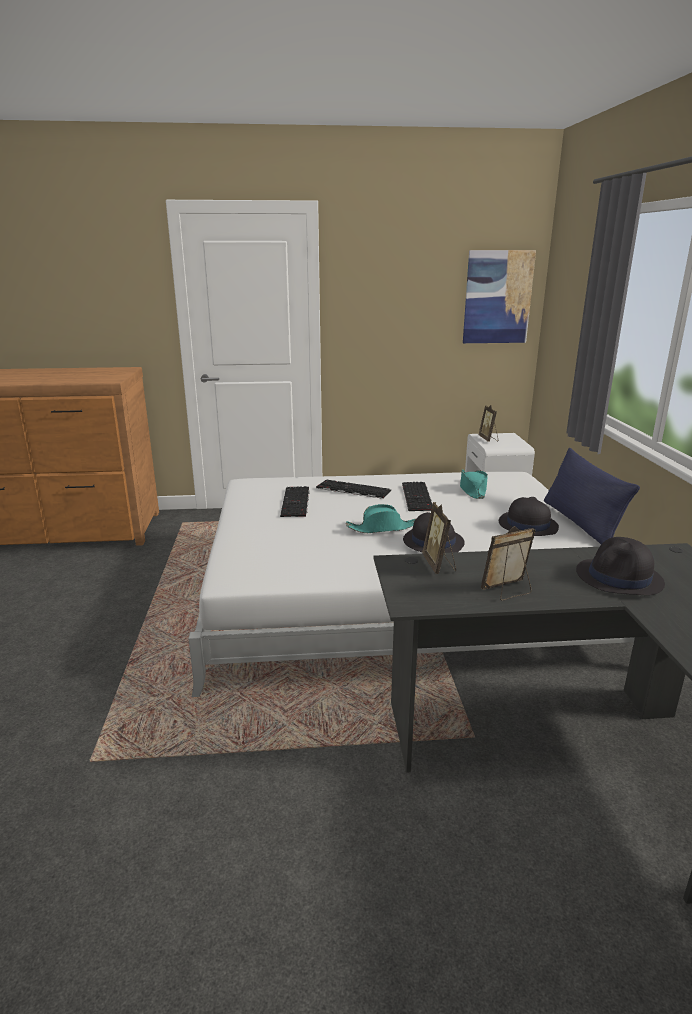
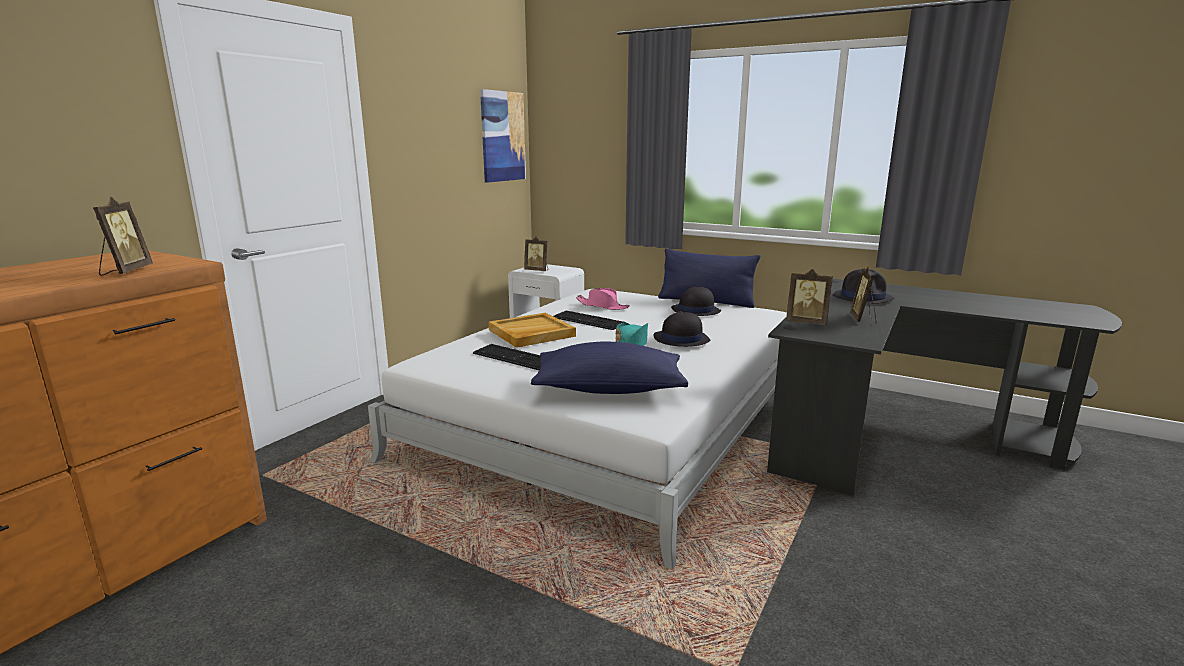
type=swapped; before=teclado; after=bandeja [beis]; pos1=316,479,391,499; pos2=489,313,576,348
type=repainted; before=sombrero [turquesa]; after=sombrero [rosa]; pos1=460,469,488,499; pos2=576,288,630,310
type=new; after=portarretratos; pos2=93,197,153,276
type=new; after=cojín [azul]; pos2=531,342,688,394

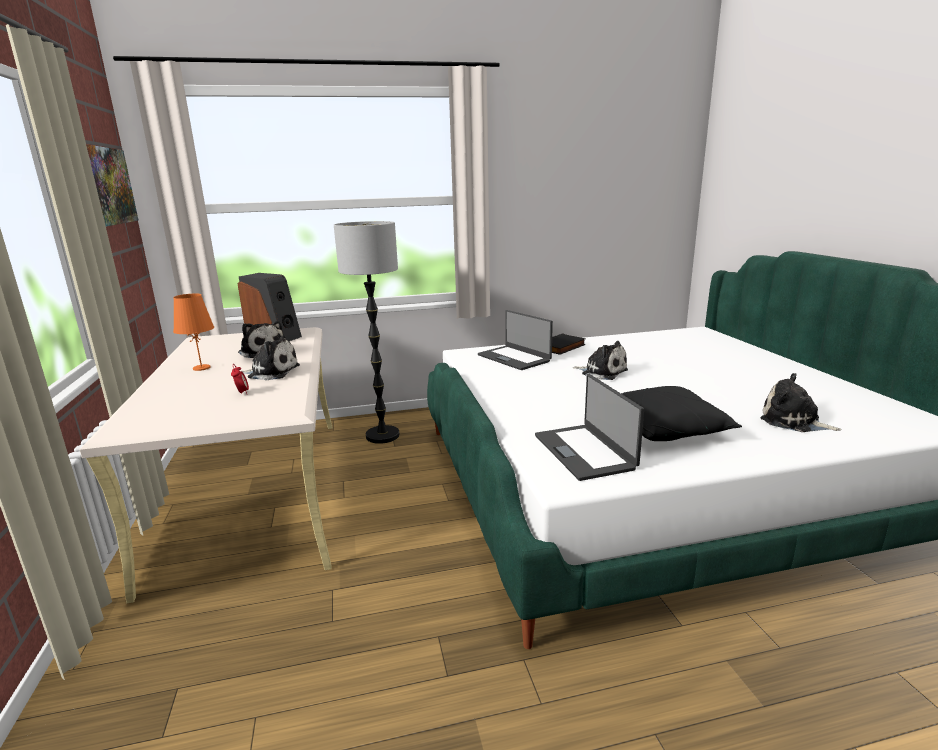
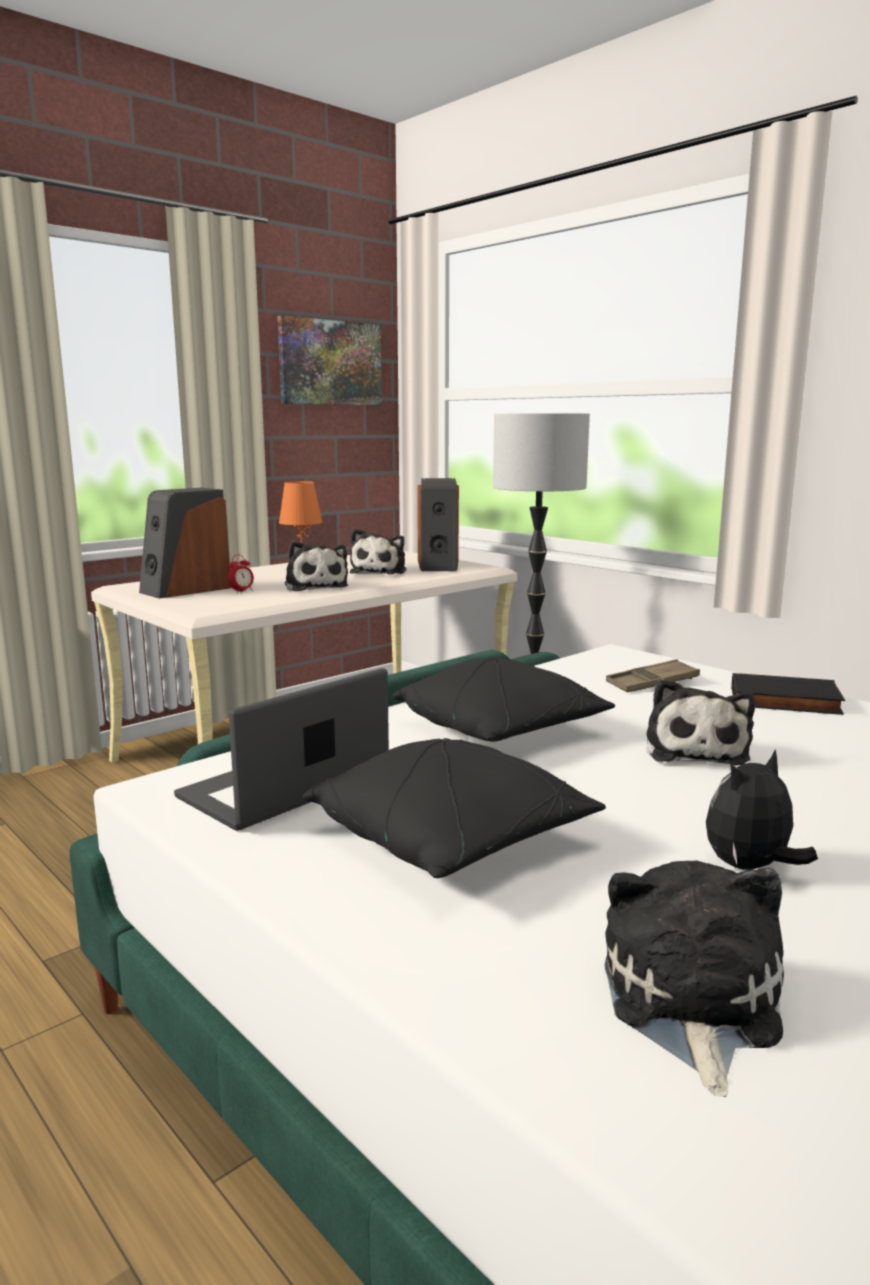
type=swapped; before=portátil; after=bandeja [marrón]; pos1=478,310,553,370; pos2=606,659,700,692
type=new; after=altavoz; pos2=139,488,231,598
type=new; after=cojín [negro]; pos2=392,658,615,741
type=new; after=peluche; pos2=706,749,818,870

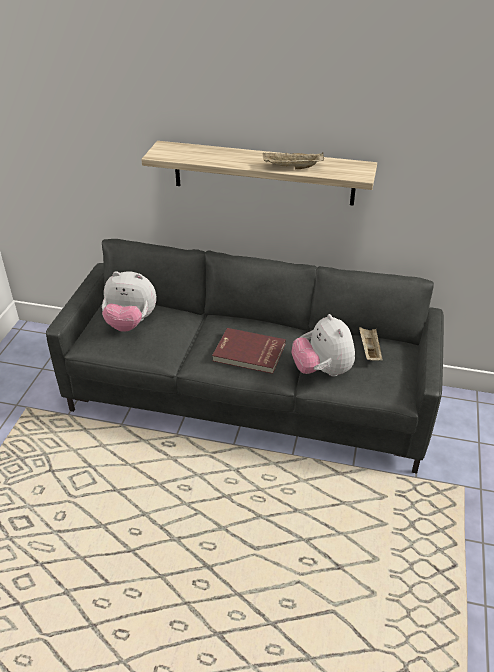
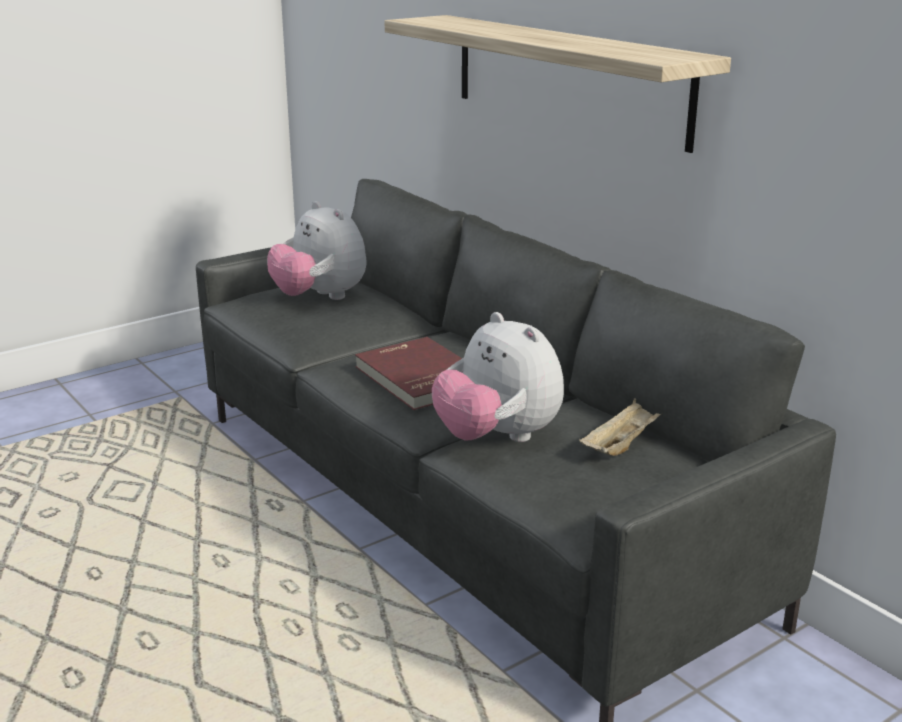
type=gone; before=bandeja [beis]; pos1=263,152,324,169
type=rotated; before=peluche; pos1=292,314,355,377; pos2=432,312,564,442; turn=-60

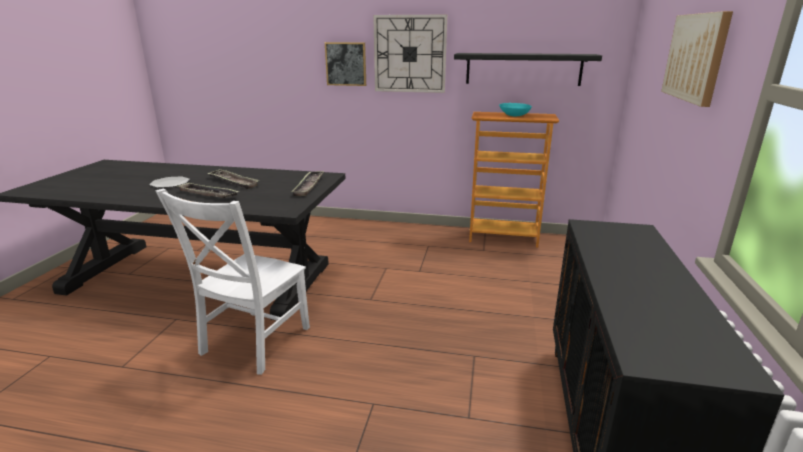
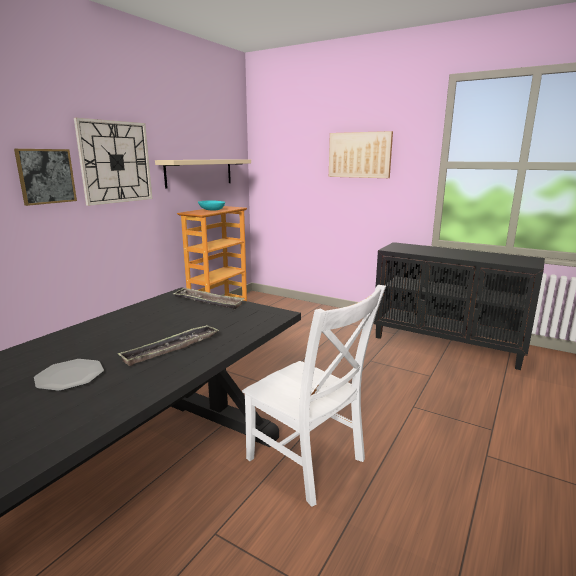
type=gone; before=bandeja; pos1=207,169,260,189
type=repainted; before=estante [negro]; after=estante [beis]; pos1=454,53,602,86; pos2=155,159,251,189

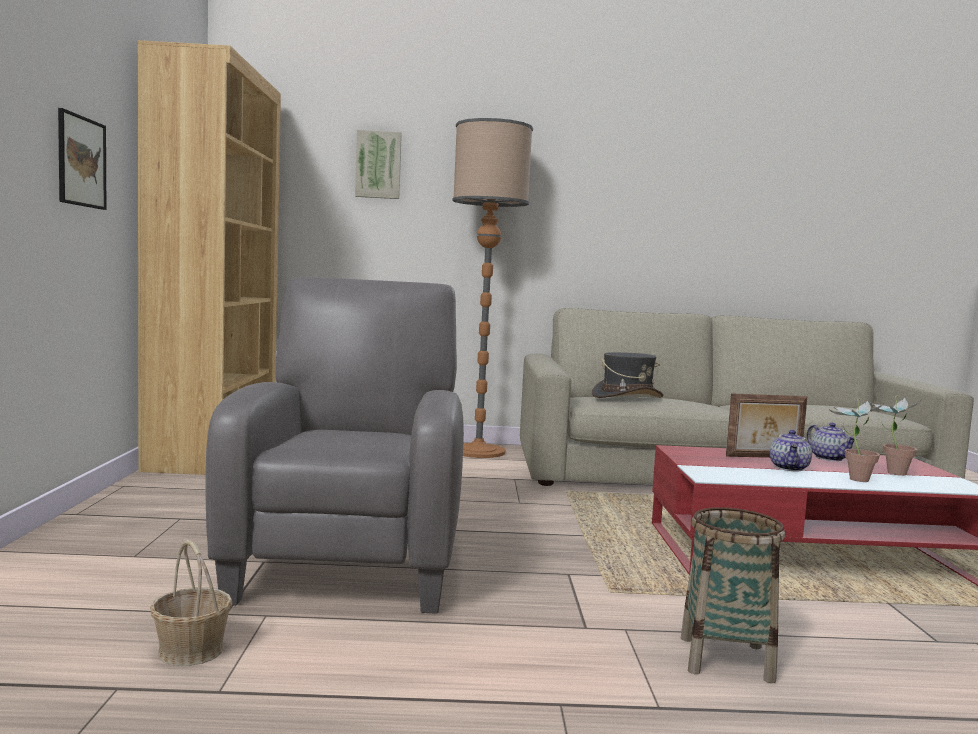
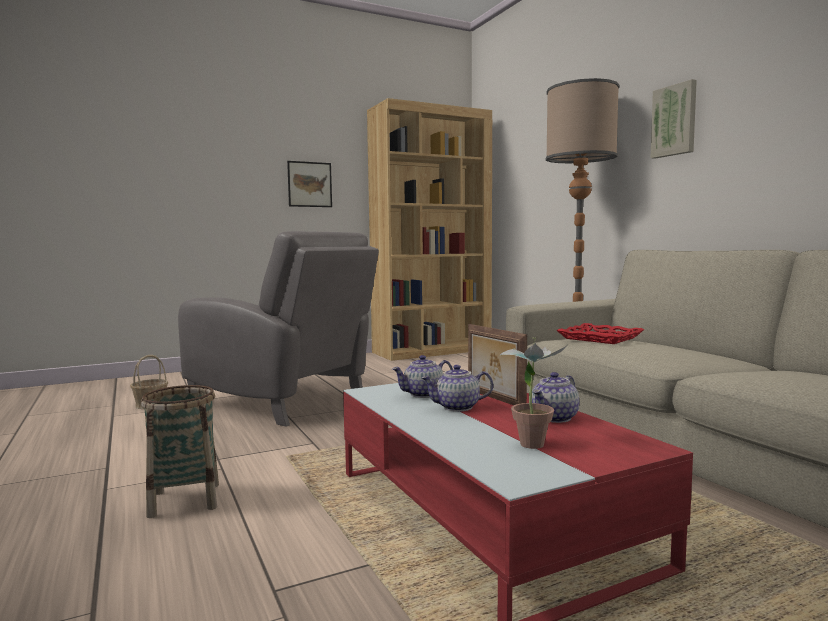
type=rotated; before=sillón [gris]; pos1=205,277,464,614; pos2=178,231,379,427; turn=60
type=shifted; before=cuadro; pos1=355,130,402,199; pos2=651,79,697,159
type=swapped; before=sombrero [gris]; after=bandeja [rojo]; pos1=592,352,663,398; pos2=556,323,644,344
type=gone; before=planta en maceta; pos1=830,398,885,482
type=new; after=tetera; pos2=392,355,453,398

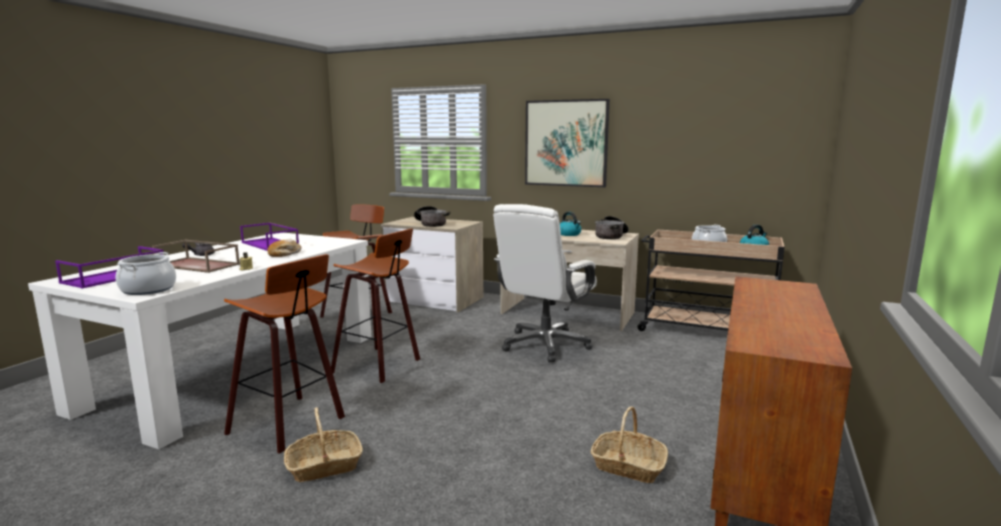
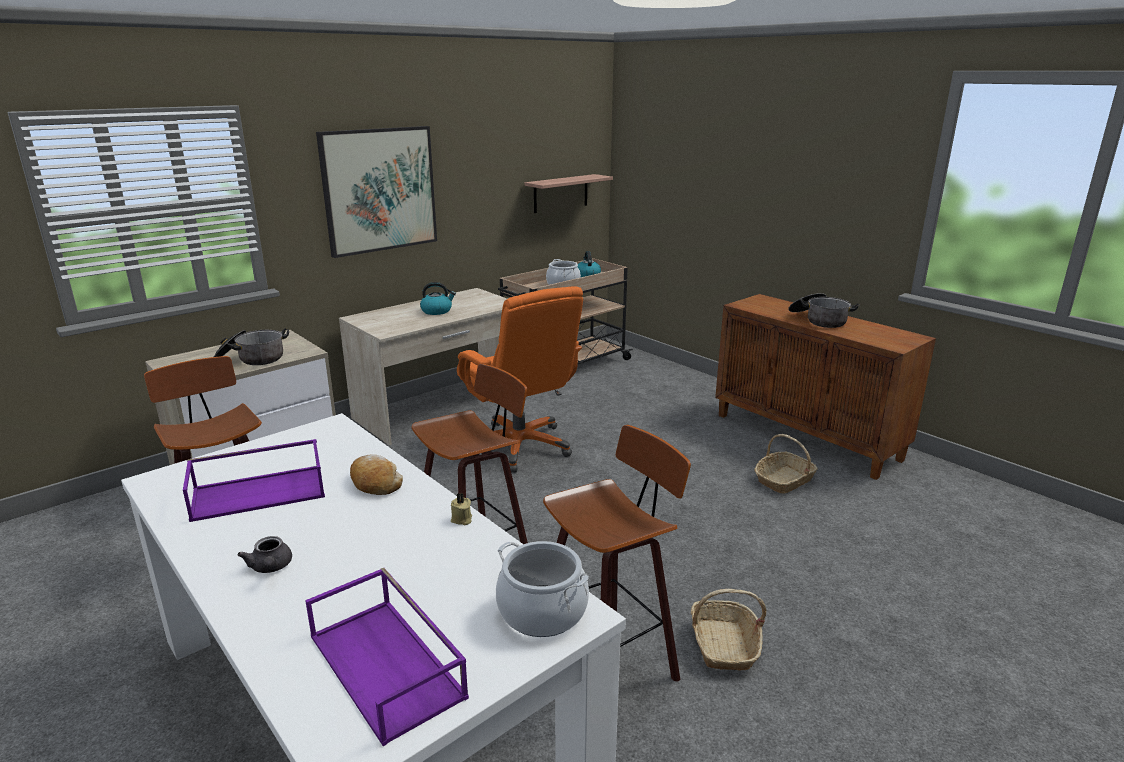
type=gone; before=bandeja [marrón]; pos1=152,240,240,273
type=repainted; before=silla de oficina [blanco]; after=silla de oficina [naranja]; pos1=493,204,597,362; pos2=457,286,583,473
type=shifted; before=olla; pos1=595,216,629,239; pos2=788,293,859,328
type=new; after=estante; pos2=524,174,613,213

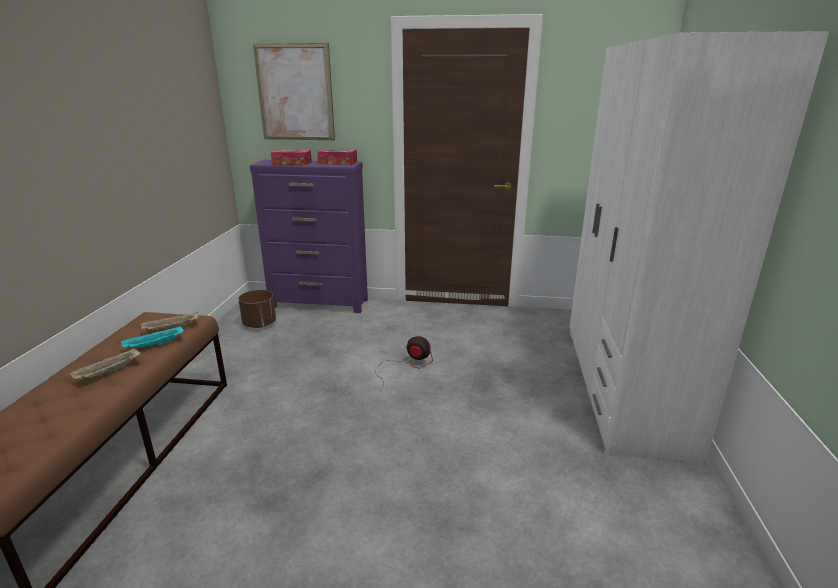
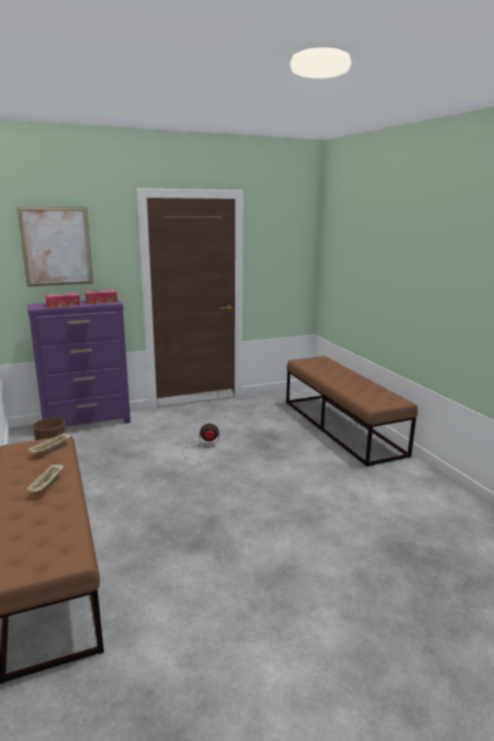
type=gone; before=bandeja [turquesa]; pos1=120,325,184,349
type=swapped; before=armario ropero [blanco]; after=banco [marrón]; pos1=570,31,829,463; pos2=286,356,418,467

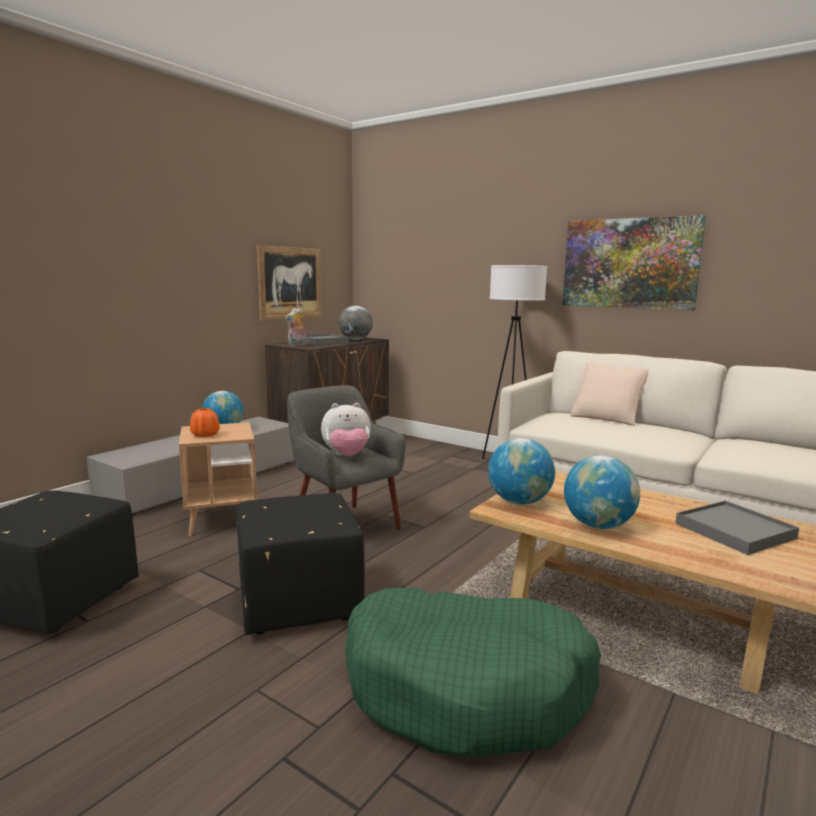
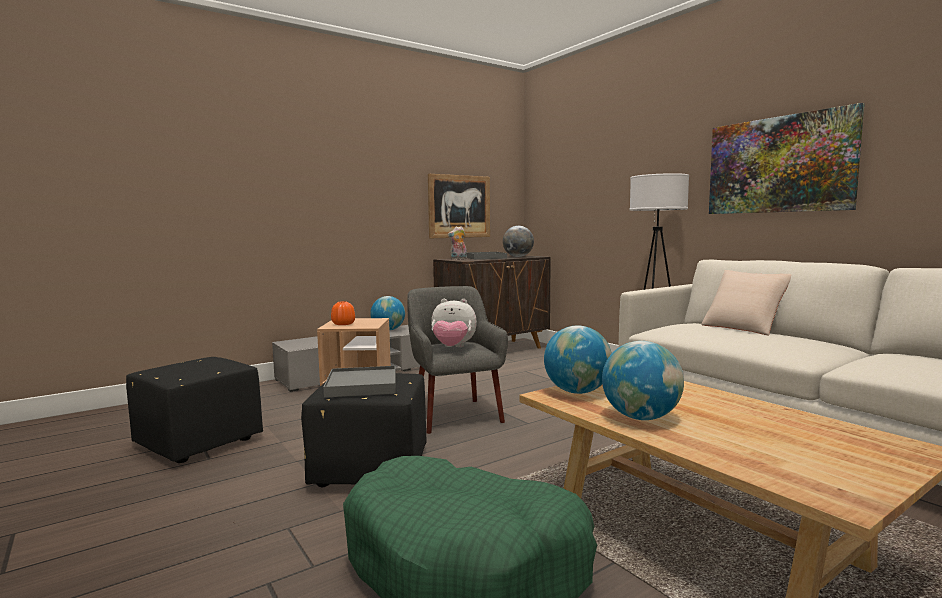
type=shifted; before=bandeja [gris]; pos1=675,501,799,555; pos2=324,366,396,398

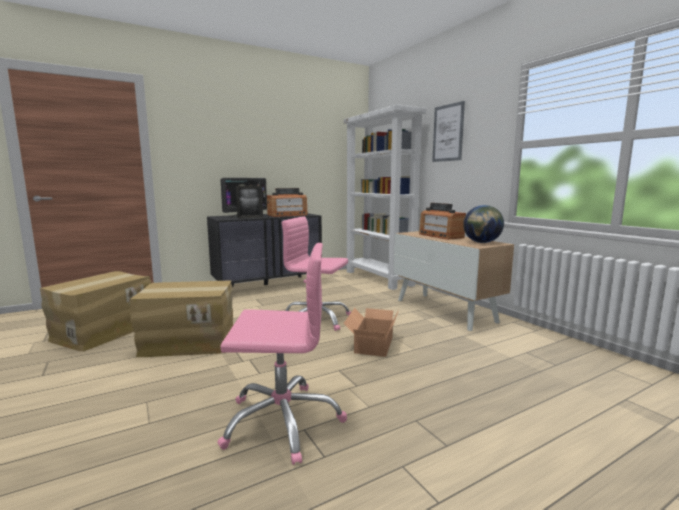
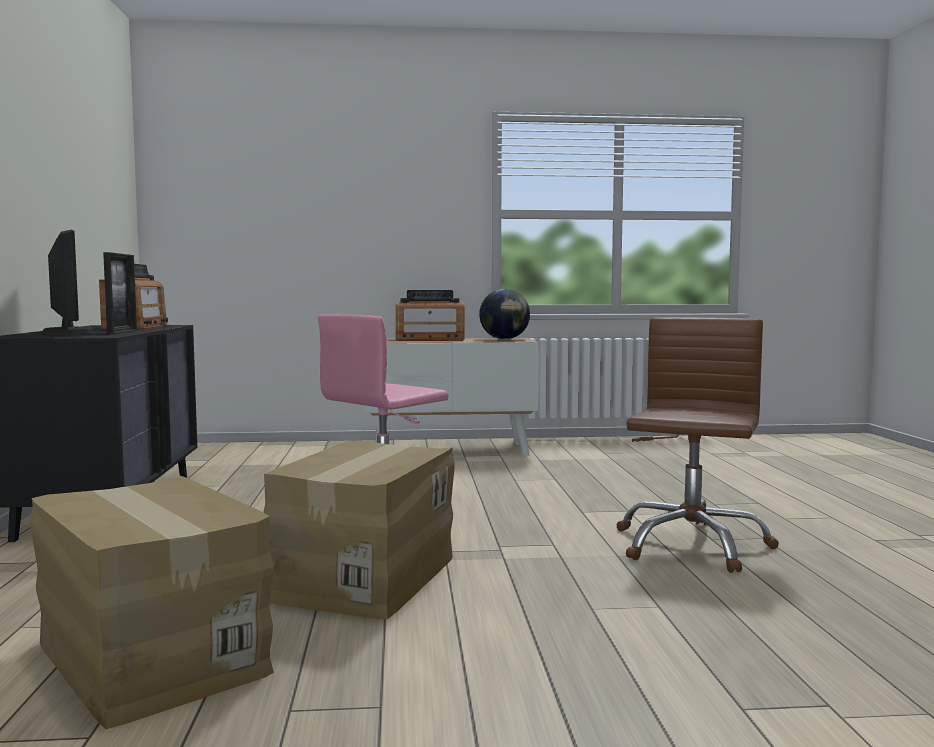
type=repainted; before=silla de oficina [rosa]; after=silla de oficina [marrón]; pos1=217,243,347,465; pos2=617,317,779,573
type=gone; before=estantería [blanco]; pos1=344,104,426,290
type=gone; before=caja de cartón; pos1=344,308,399,357
type=gone; before=cuadro; pos1=432,101,465,162

